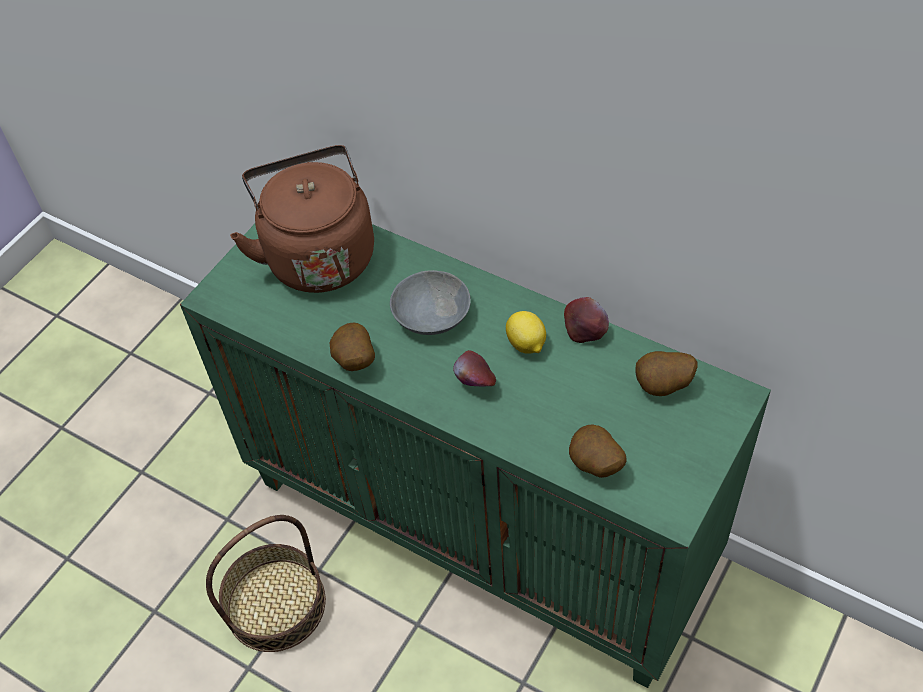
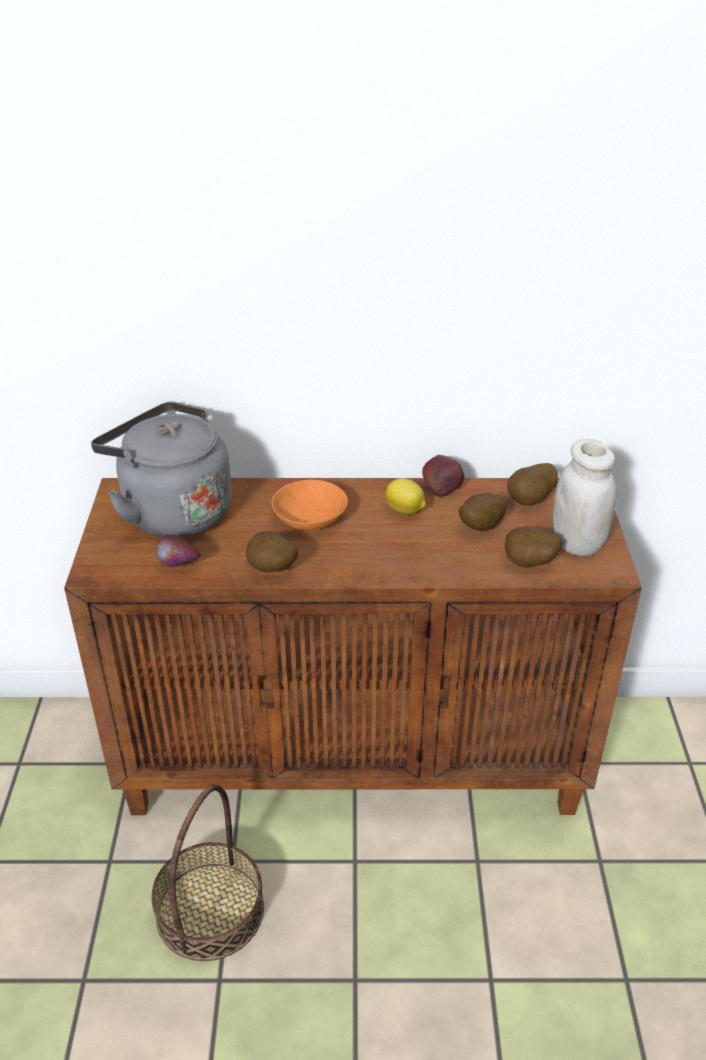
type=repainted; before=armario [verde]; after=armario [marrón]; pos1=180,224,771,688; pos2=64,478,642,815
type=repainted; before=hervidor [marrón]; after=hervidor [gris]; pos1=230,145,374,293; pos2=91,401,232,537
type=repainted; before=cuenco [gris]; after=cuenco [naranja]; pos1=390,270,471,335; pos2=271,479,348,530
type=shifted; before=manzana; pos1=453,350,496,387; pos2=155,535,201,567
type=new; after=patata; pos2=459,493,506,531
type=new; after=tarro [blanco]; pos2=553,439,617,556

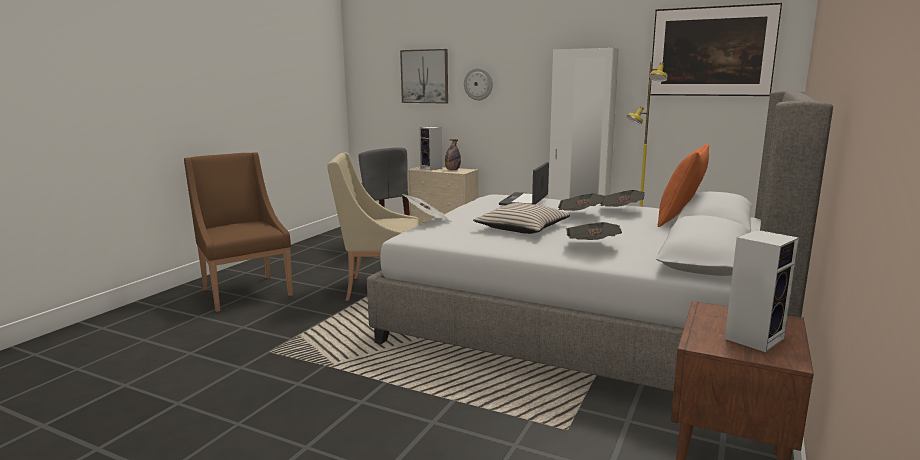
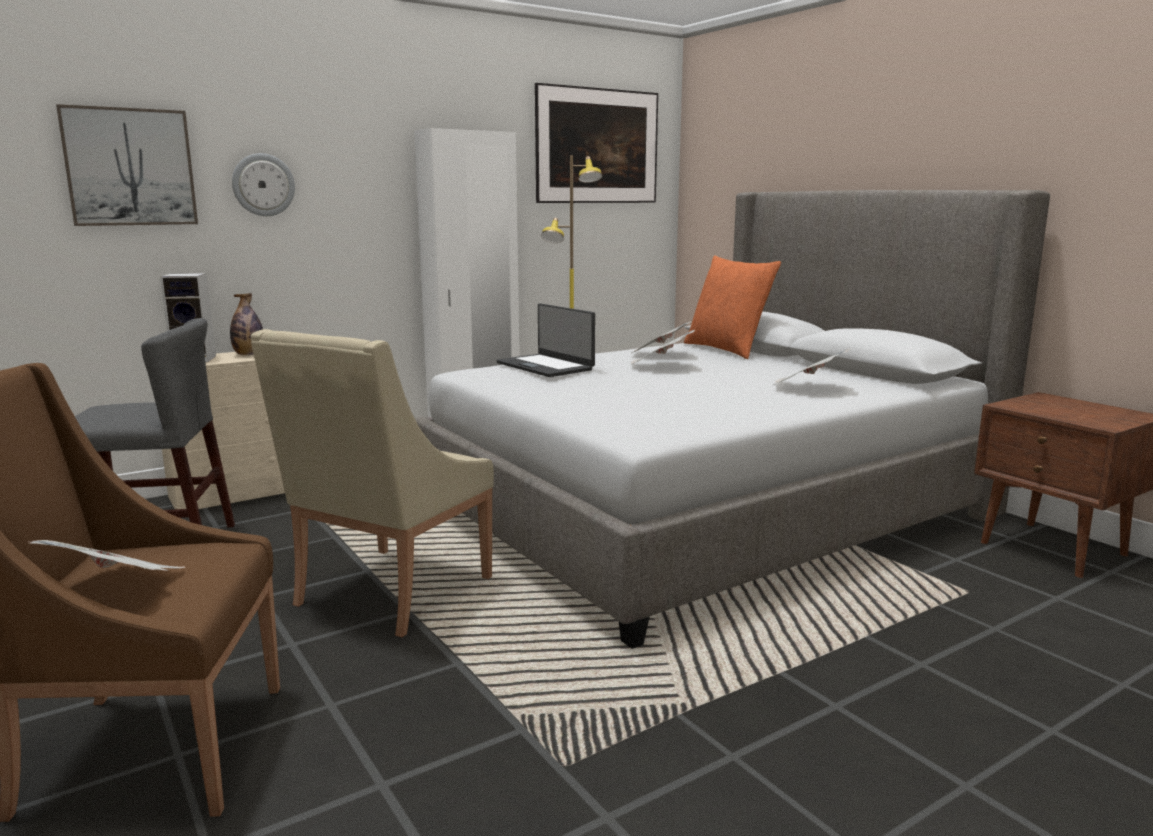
type=shifted; before=periódico; pos1=402,194,452,222; pos2=28,540,185,571
type=gone; before=cojín [beis]; pos1=473,203,570,234
type=gone; before=altavoz; pos1=725,230,799,352

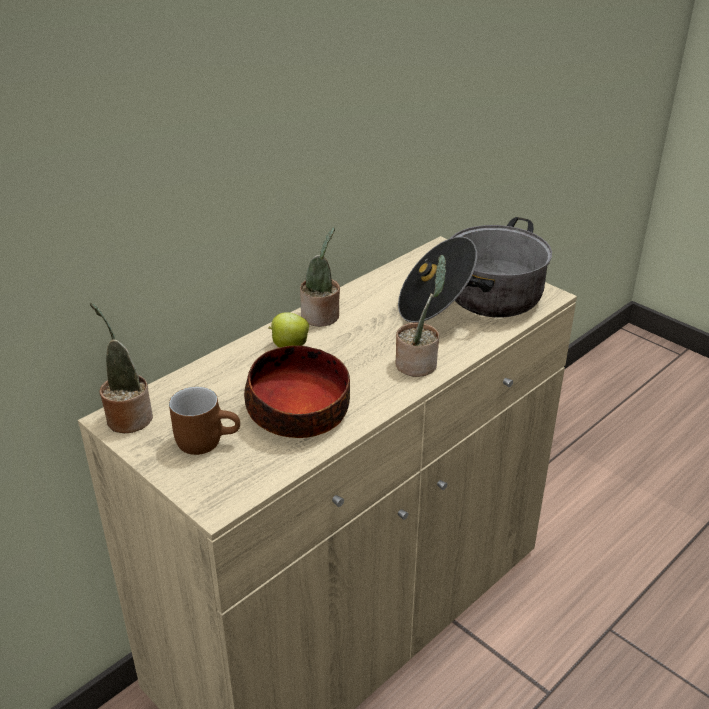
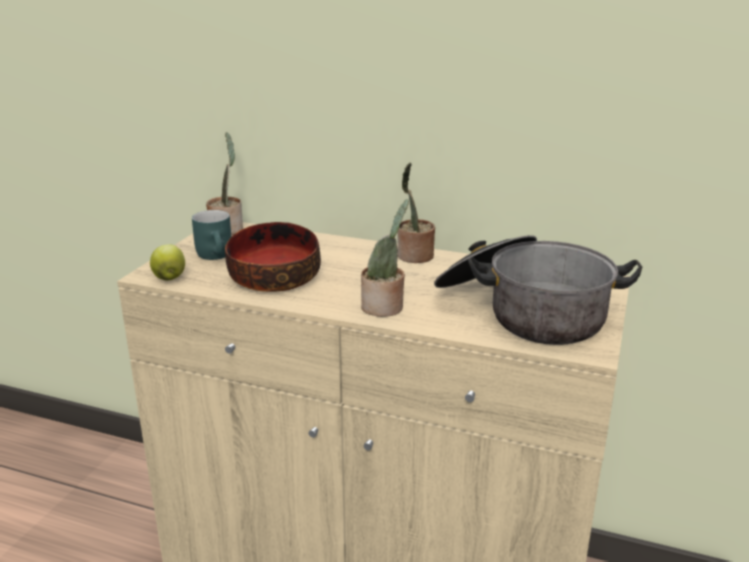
type=repainted; before=taza grande [marrón]; after=taza grande [turquesa]; pos1=169,387,240,455; pos2=192,210,231,260
type=shifted; before=manzana; pos1=269,312,309,348; pos2=150,244,185,281

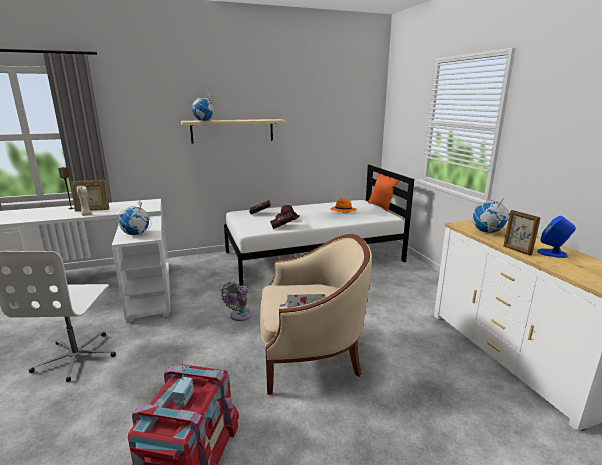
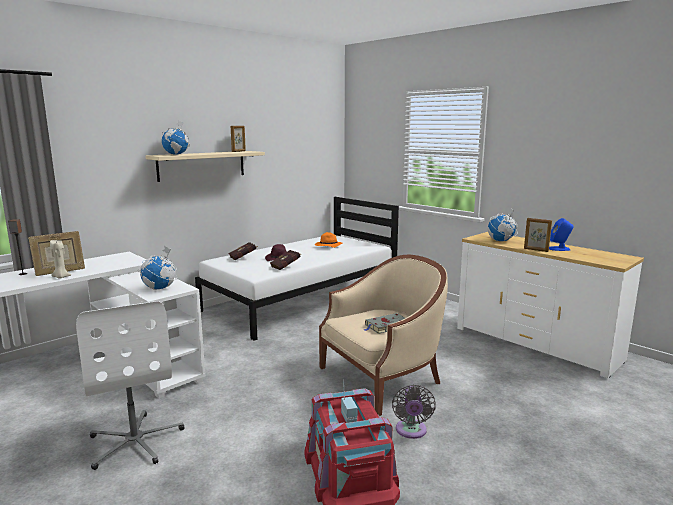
type=shifted; before=ventilador [gris]; pos1=221,282,252,321; pos2=392,384,436,439
type=gone; before=cojín [naranja]; pos1=368,173,399,211
type=new; after=portarretratos; pos2=231,126,246,152

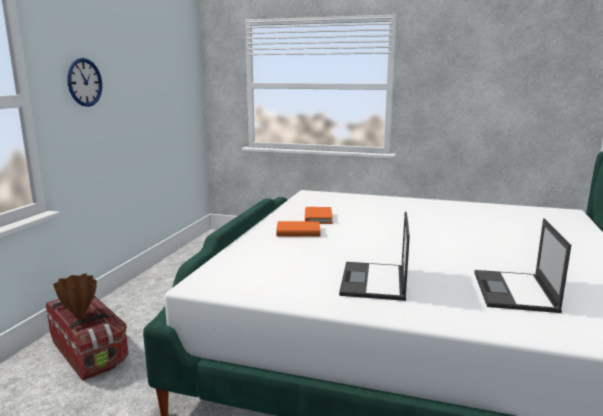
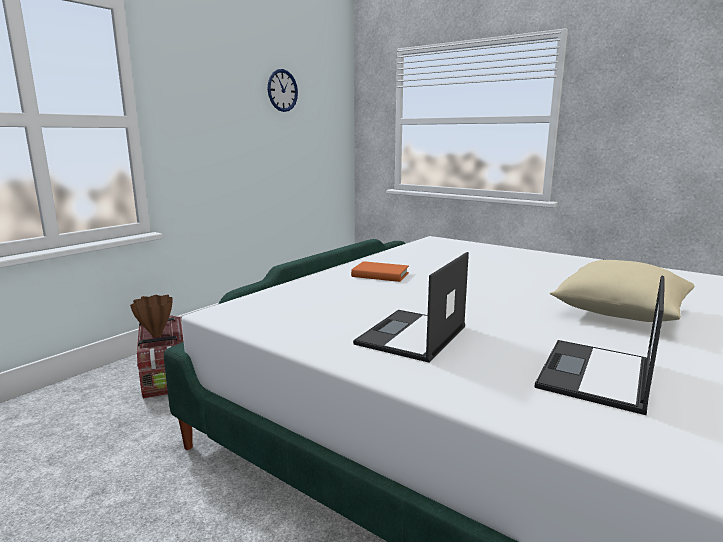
type=shifted; before=reloj de pared; pos1=67,58,102,107; pos2=268,69,298,112
type=gone; before=libro [naranja]; pos1=305,207,333,224
type=new; after=cojín [beis]; pos2=550,260,694,322

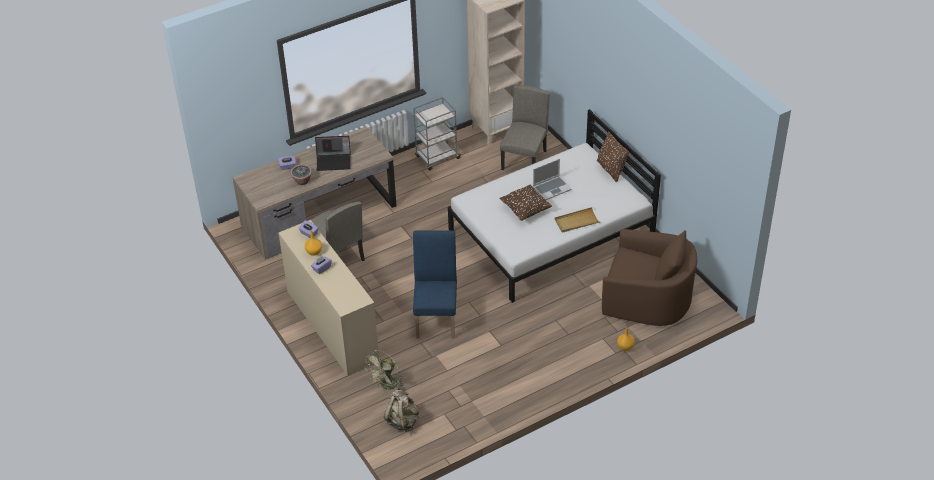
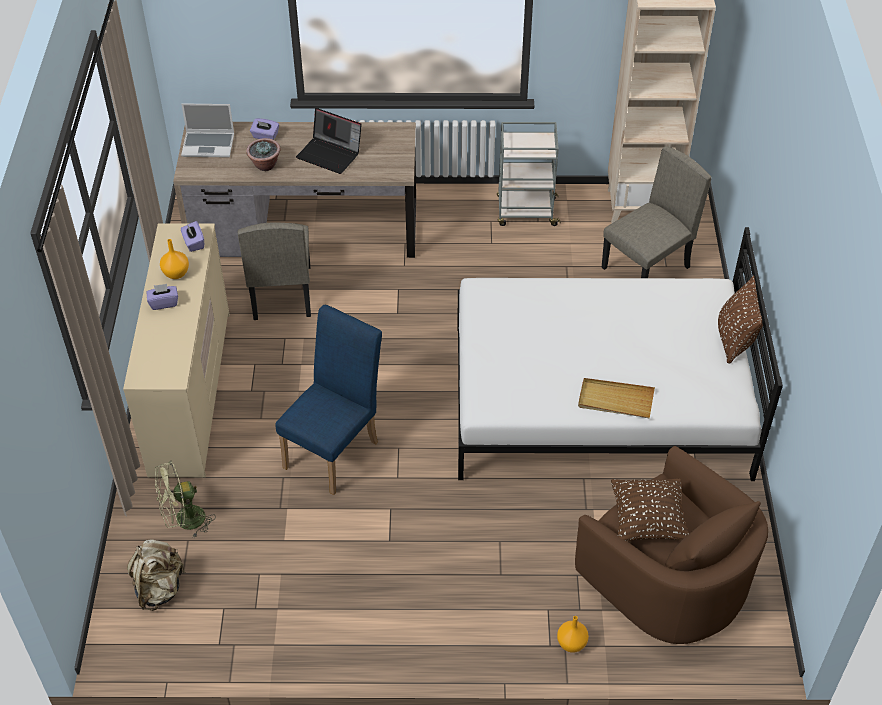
type=shifted; before=cojín [marrón]; pos1=499,184,552,221; pos2=611,478,689,541
type=shifted; before=portátil; pos1=533,159,572,200; pos2=181,103,234,157

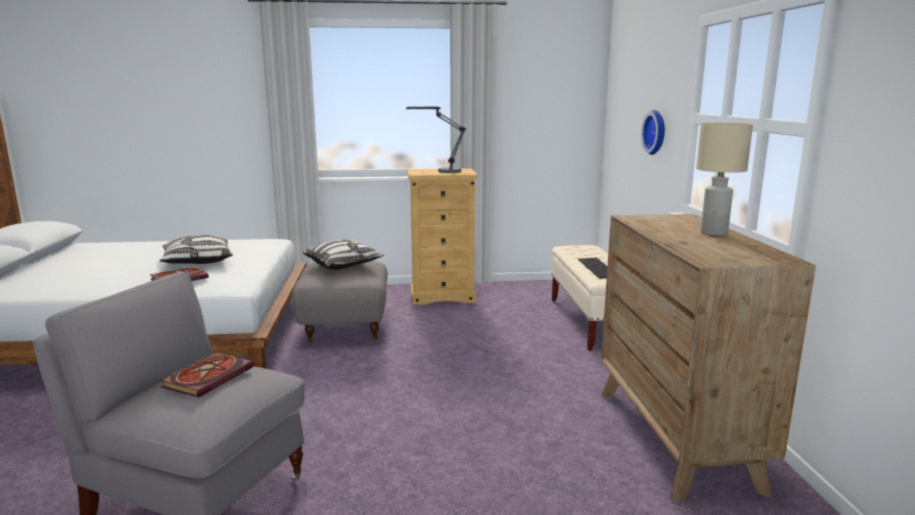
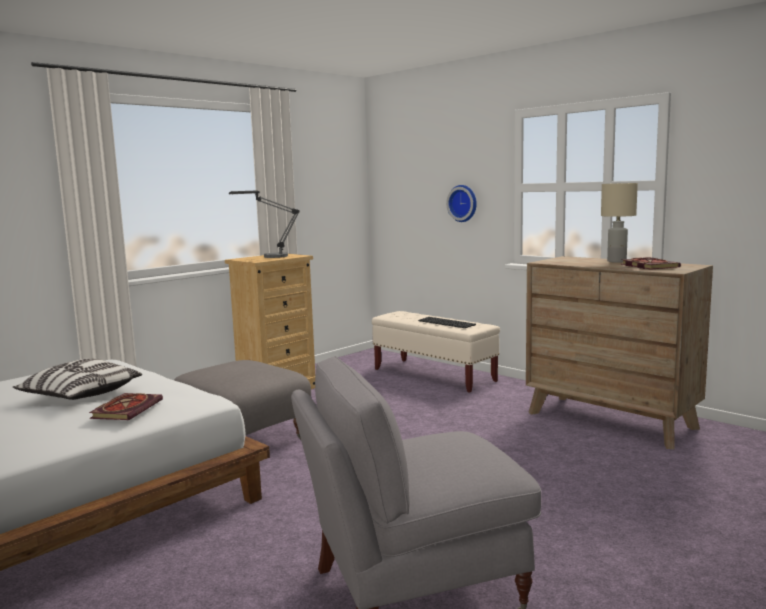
type=shifted; before=libro; pos1=160,352,254,397; pos2=621,257,681,270
type=gone; before=cojín; pos1=303,239,384,270

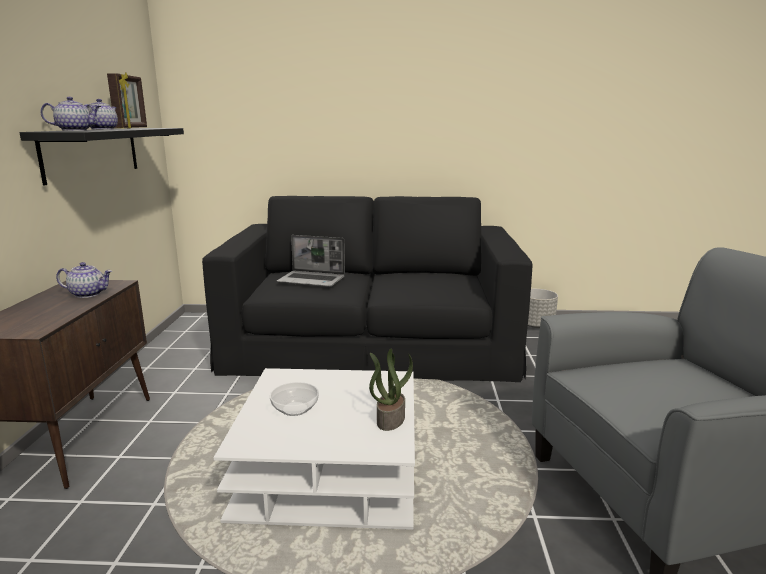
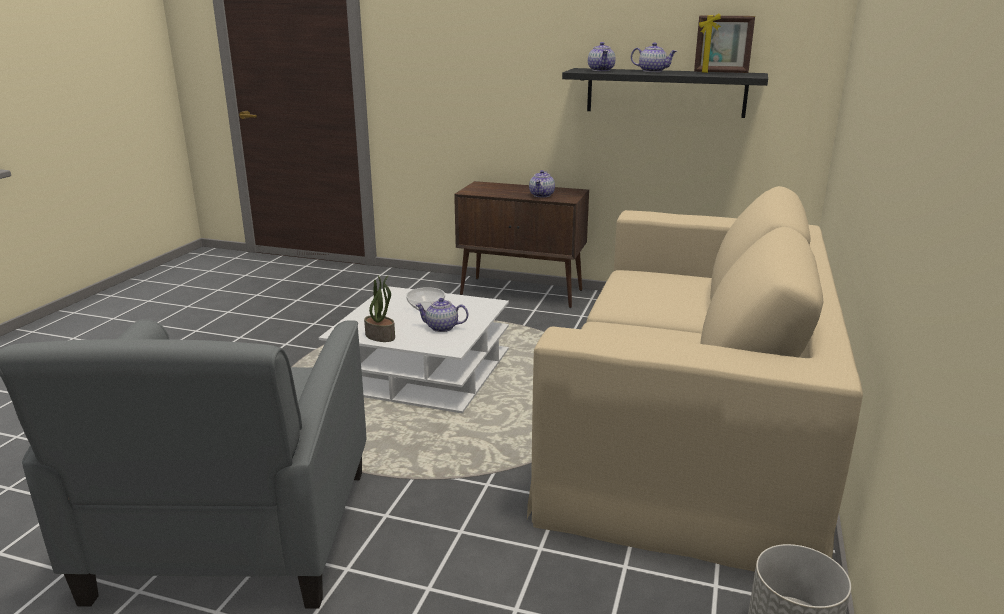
type=repainted; before=sofá [negro]; after=sofá [beis]; pos1=202,196,533,382; pos2=527,186,863,572
type=gone; before=portátil; pos1=277,235,345,287
type=new; after=tetera; pos2=415,298,468,332

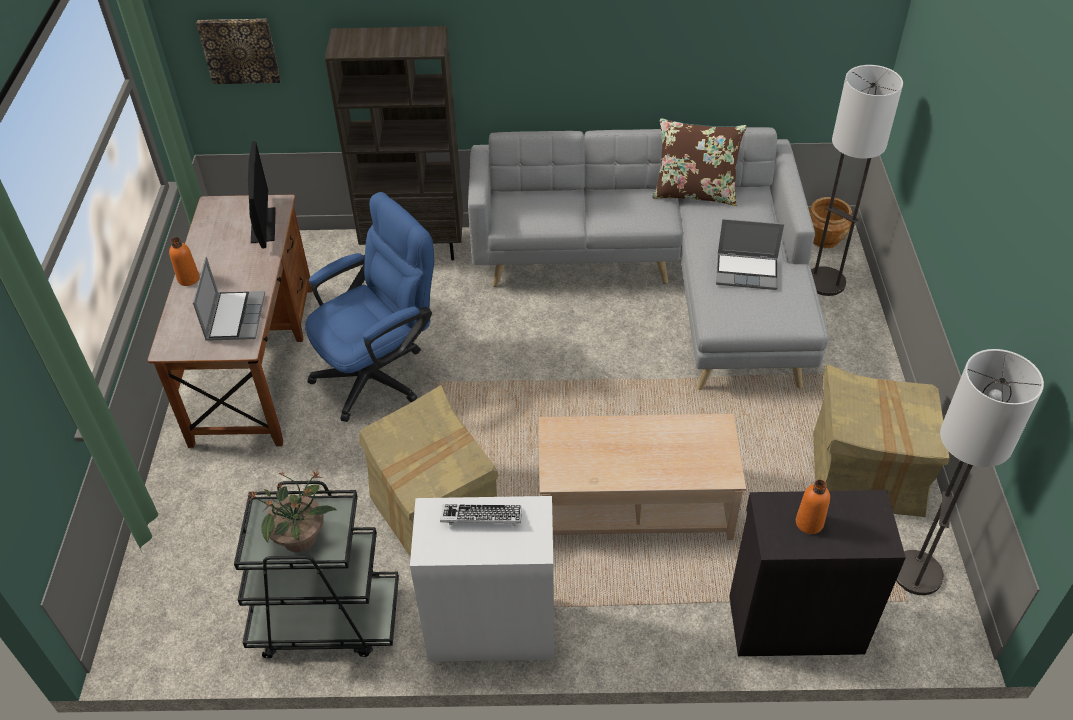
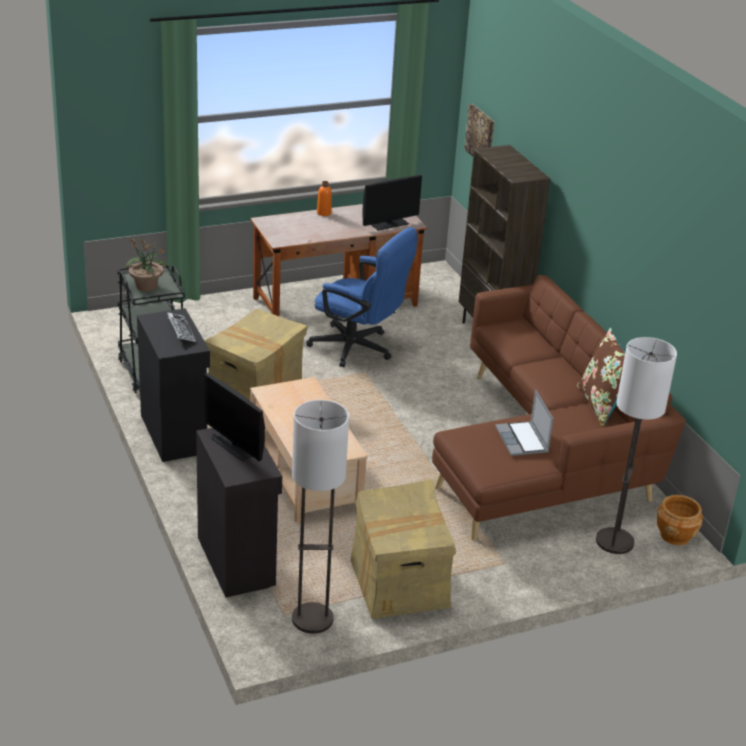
type=gone; before=portátil; pos1=193,257,265,341
type=repainted; before=armario [blanco]; after=armario [negro]; pos1=410,496,555,662; pos2=137,308,210,462
type=repainted; before=sofá [gris]; after=sofá [marrón]; pos1=468,127,829,390; pos2=432,275,686,541
type=swapped; before=botella [naranja]; after=monitor; pos1=796,480,830,534; pos2=204,373,265,461

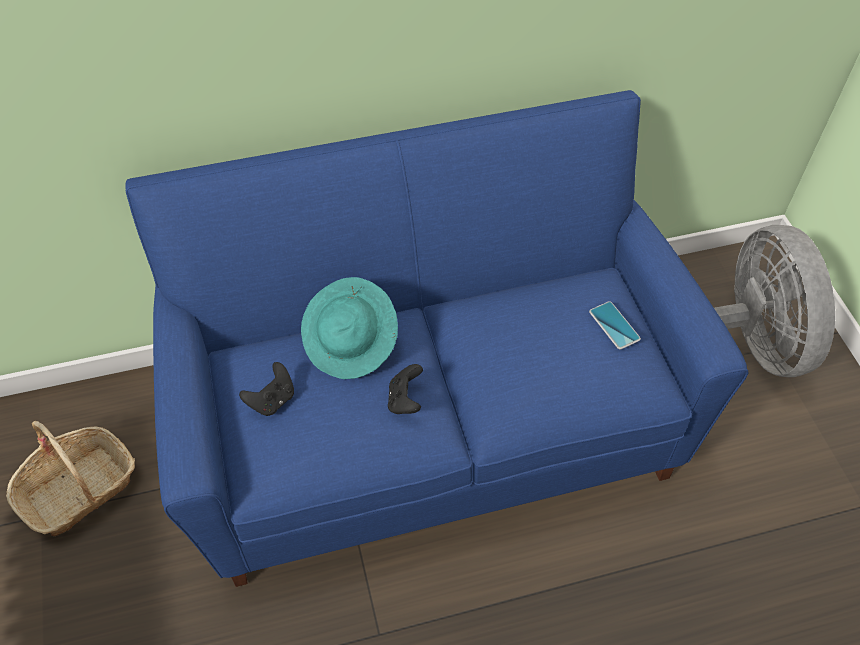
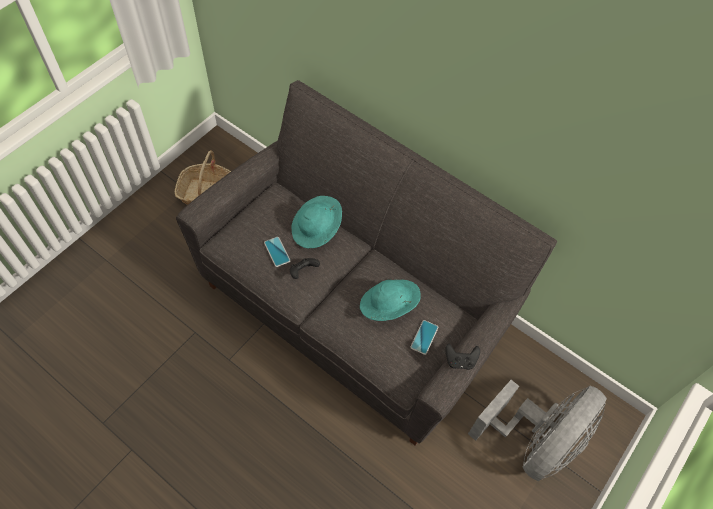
type=repainted; before=sofá [azul]; after=sofá [gris]; pos1=125,90,749,587; pos2=176,80,557,446
type=shifted; before=mando de consola [negro]; pos1=239,362,294,416; pos2=445,344,480,370
type=new; after=móvil; pos2=264,237,290,267
type=new; after=sombrero [turquesa]; pos2=360,280,421,321

